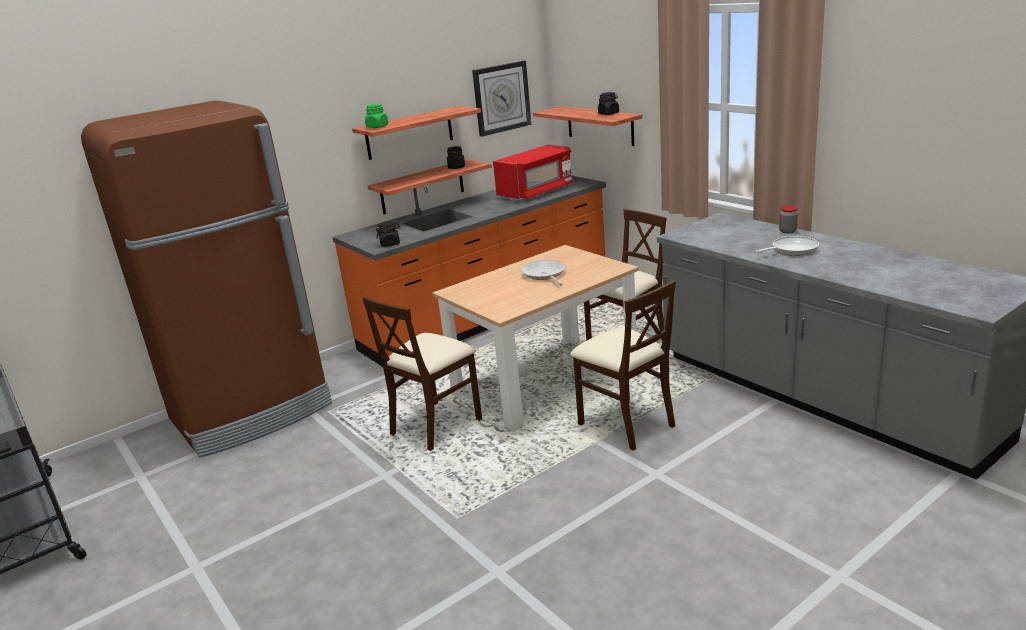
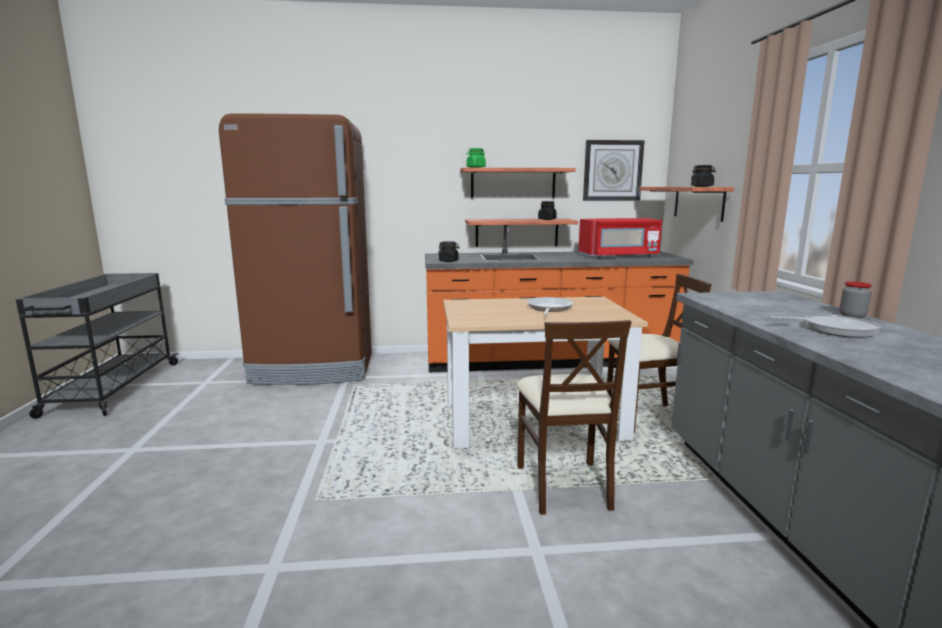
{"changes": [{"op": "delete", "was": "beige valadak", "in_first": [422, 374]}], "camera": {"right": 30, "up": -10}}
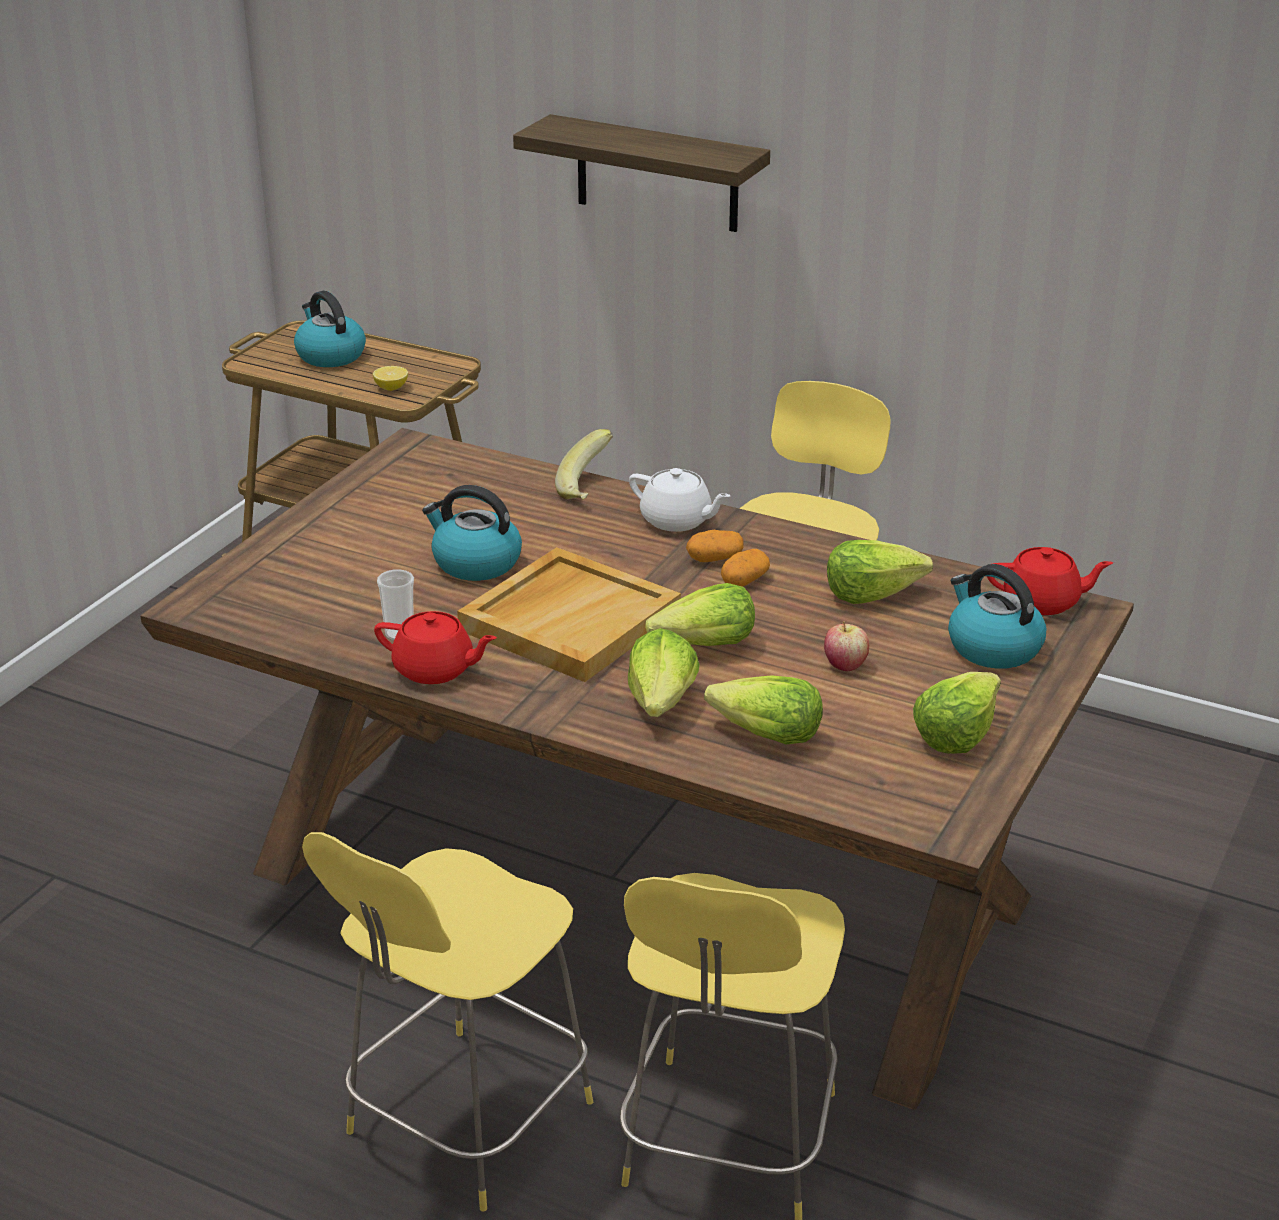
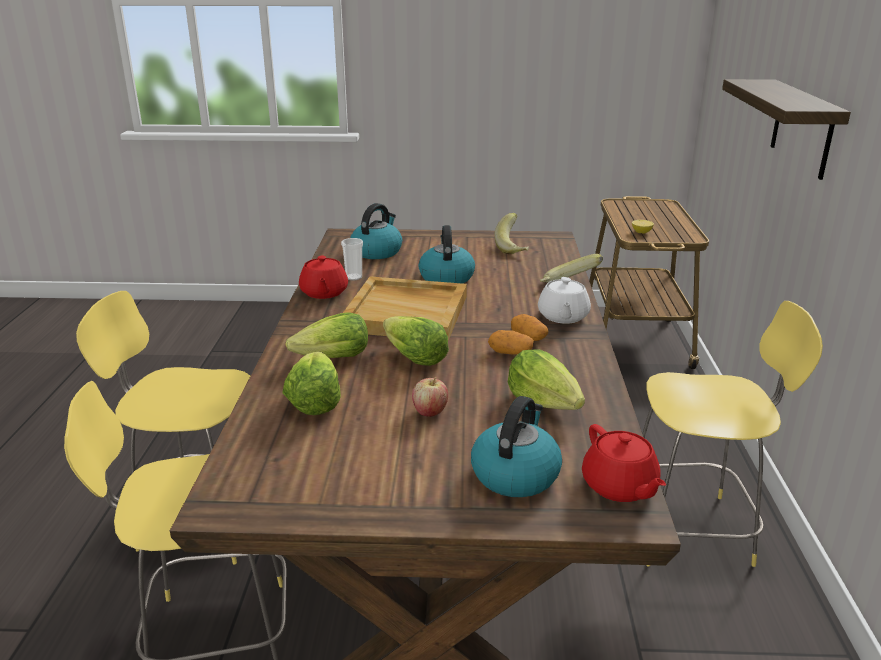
{"changes": [{"op": "delete", "was": "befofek", "in_first": [957, 713]}, {"op": "insert", "now": "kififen", "in_second": [511, 233]}, {"op": "move", "was": "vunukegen", "in_first": [330, 329], "in_second": [376, 231]}], "camera": {"right": 65, "up": -5}}
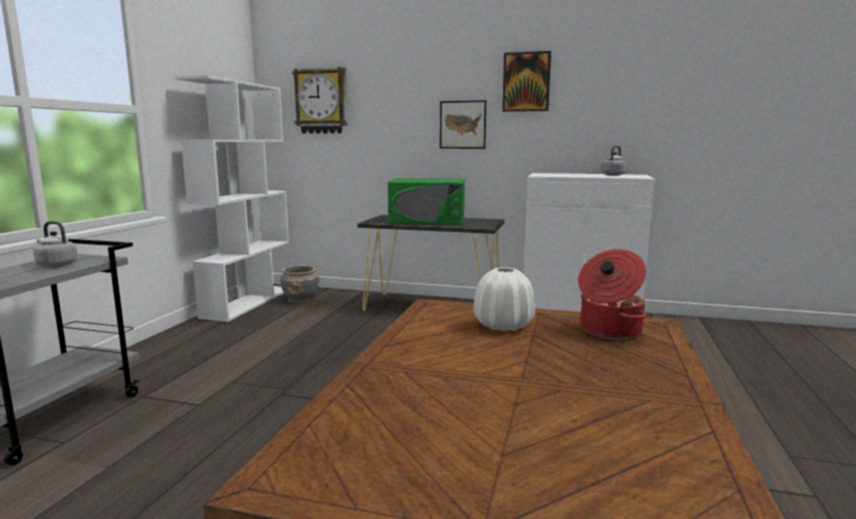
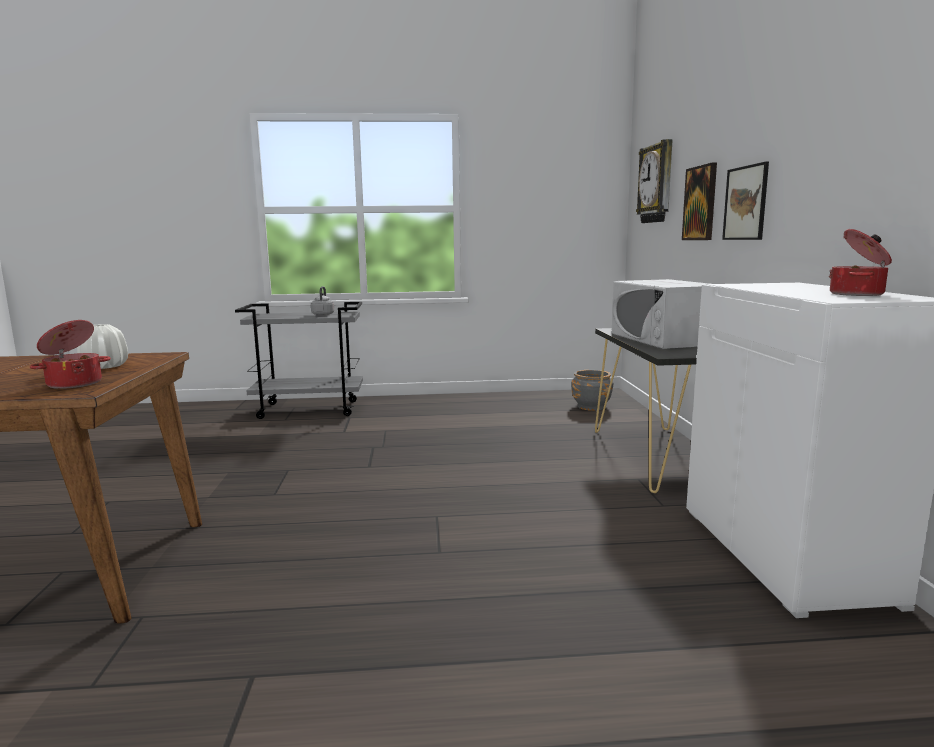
{"changes": [{"op": "delete", "was": "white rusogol", "in_first": [232, 198]}, {"op": "move", "was": "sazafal", "in_first": [526, 81], "in_second": [699, 201]}, {"op": "replace", "was": "grey vunukegen", "now": "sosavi", "in_first": [614, 160], "in_second": [860, 262]}, {"op": "recolor", "was": "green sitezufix", "now": "white sitezufix", "in_first": [426, 201], "in_second": [660, 314]}], "camera": {"right": 70, "up": 0}}
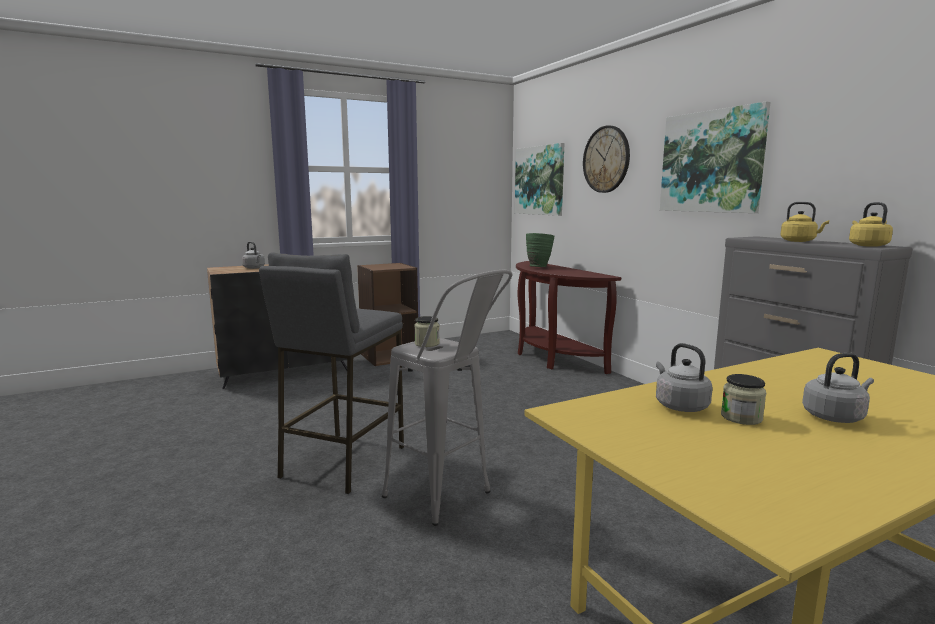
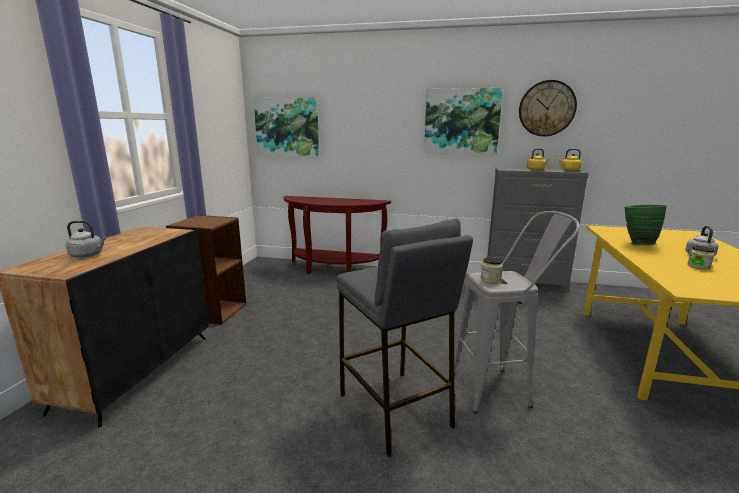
{"changes": [{"op": "delete", "was": "grey vunukegen", "in_first": [684, 377]}, {"op": "move", "was": "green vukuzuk", "in_first": [540, 250], "in_second": [645, 225]}, {"op": "move", "was": "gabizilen", "in_first": [606, 159], "in_second": [548, 108]}], "camera": {"right": -50, "up": 5}}
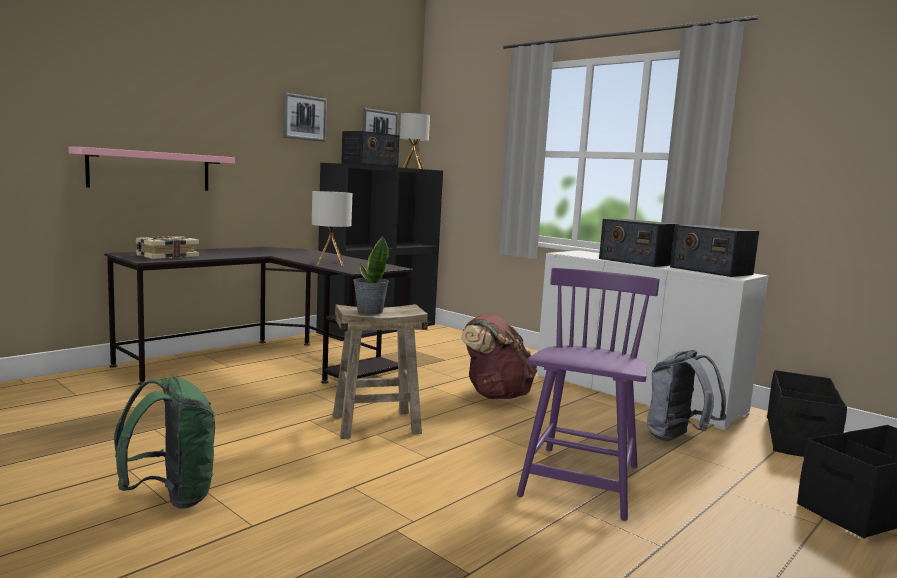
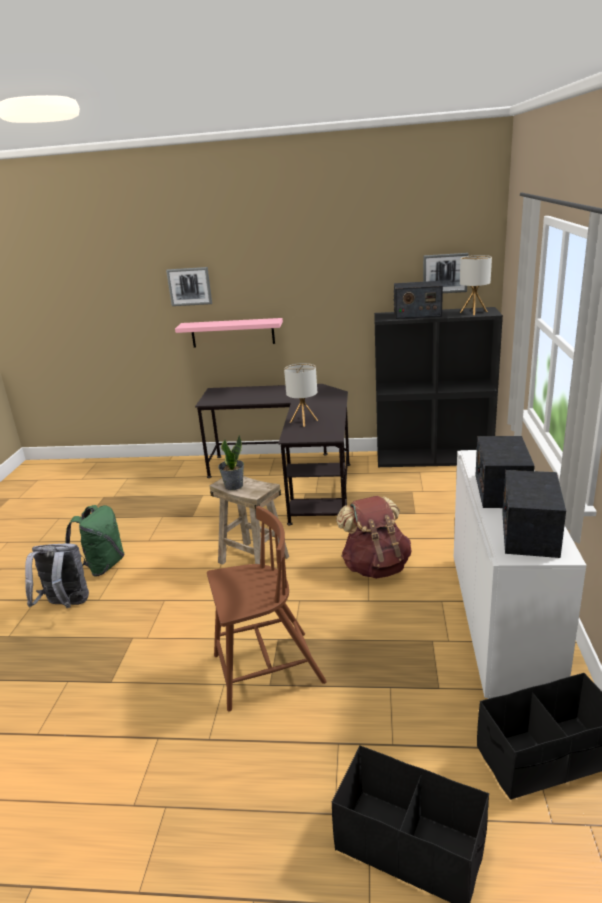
{"changes": [{"op": "delete", "was": "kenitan", "in_first": [167, 247]}, {"op": "move", "was": "sazafal", "in_first": [305, 117], "in_second": [189, 286]}, {"op": "move", "was": "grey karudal", "in_first": [686, 395], "in_second": [57, 575]}, {"op": "recolor", "was": "purple valadak", "now": "brown valadak", "in_first": [588, 394], "in_second": [267, 608]}], "camera": {"right": 55, "up": 15}}
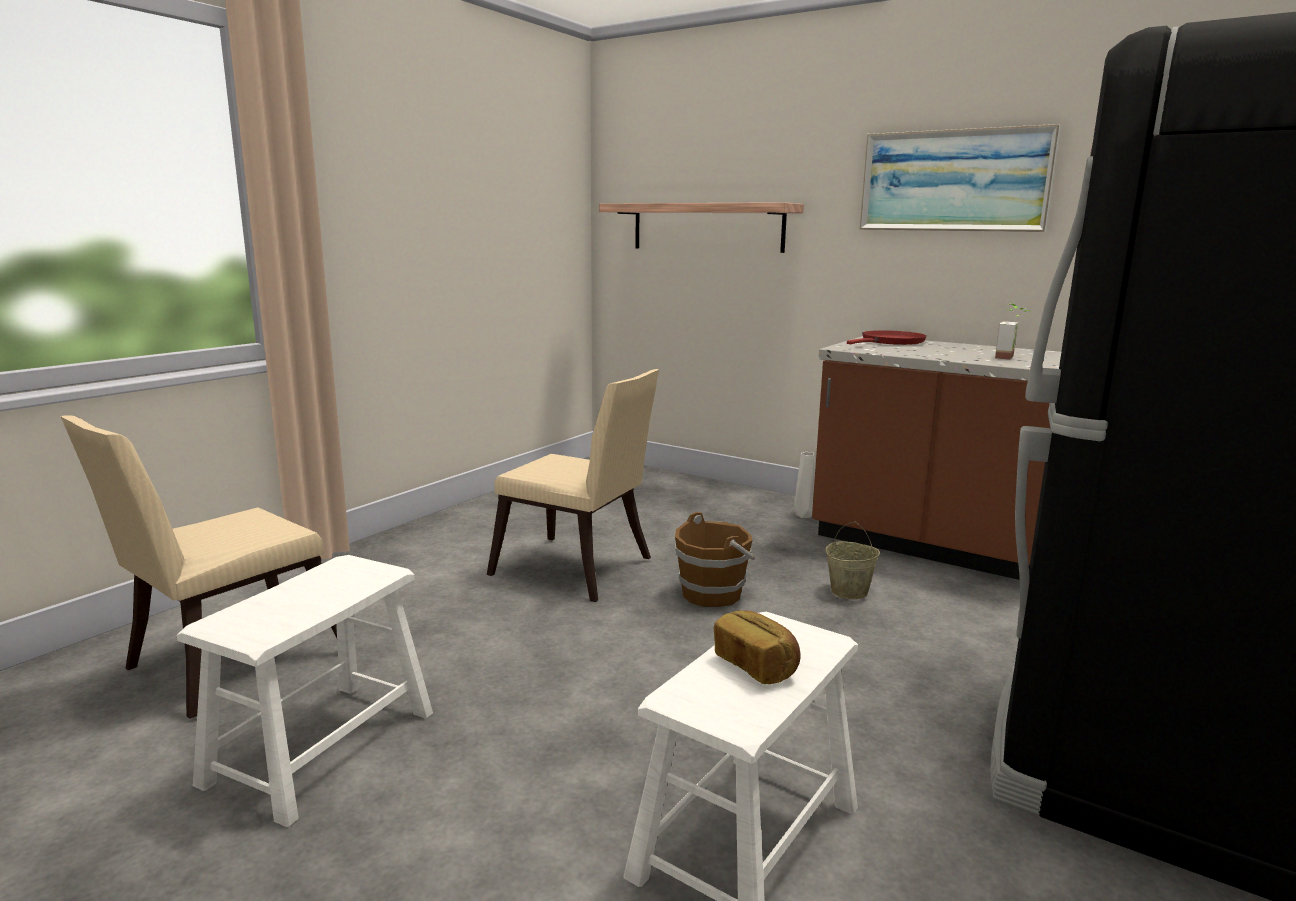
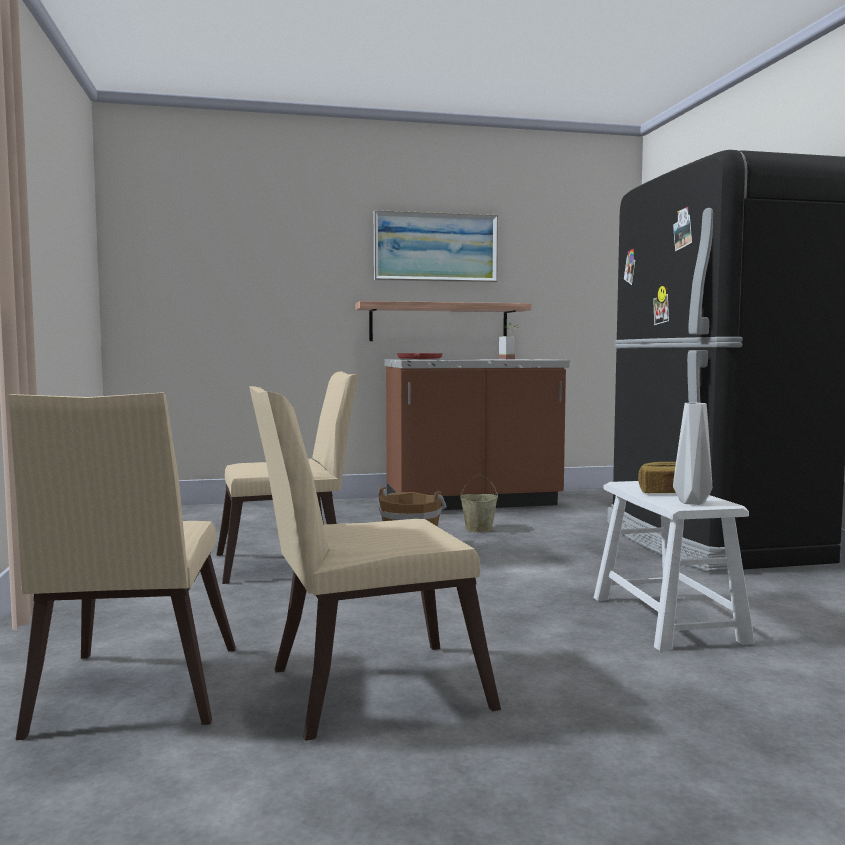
{"changes": [{"op": "move", "was": "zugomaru", "in_first": [701, 227], "in_second": [443, 321]}, {"op": "move", "was": "grey vukuzuk", "in_first": [804, 485], "in_second": [692, 454]}, {"op": "replace", "was": "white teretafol", "now": "beige valadak", "in_first": [305, 691], "in_second": [375, 563]}], "camera": {"right": -45, "up": -10}}
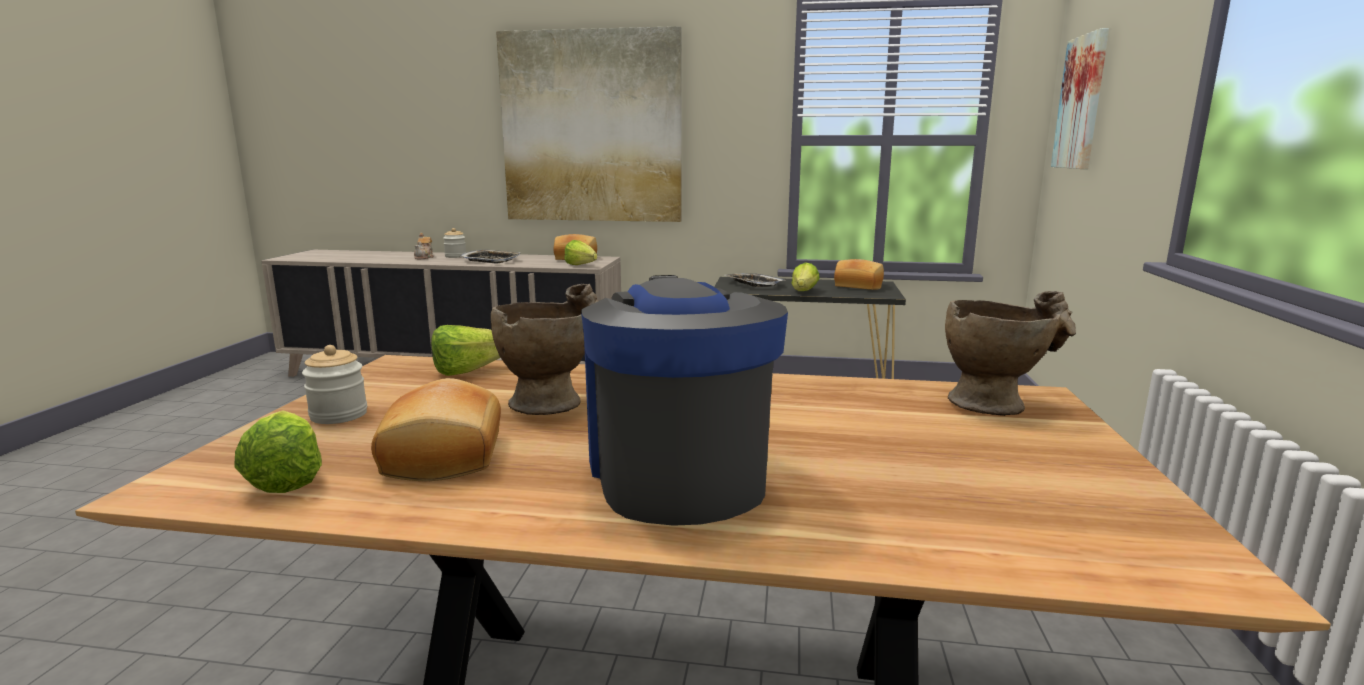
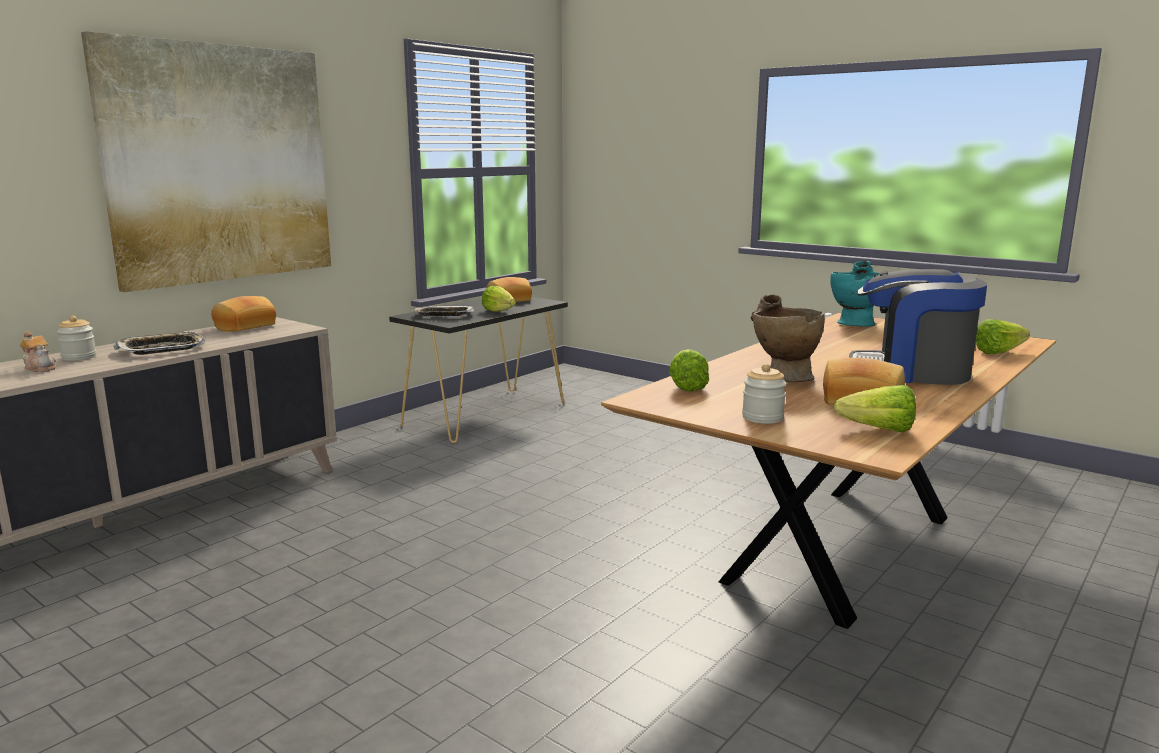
{"changes": [{"op": "delete", "was": "sazafal", "in_first": [1080, 98]}, {"op": "move", "was": "befofek", "in_first": [580, 252], "in_second": [1003, 336]}, {"op": "recolor", "was": "beige vukuzuk", "now": "turquoise vukuzuk", "in_first": [1010, 353], "in_second": [855, 294]}], "camera": {"right": -60, "up": 0}}
